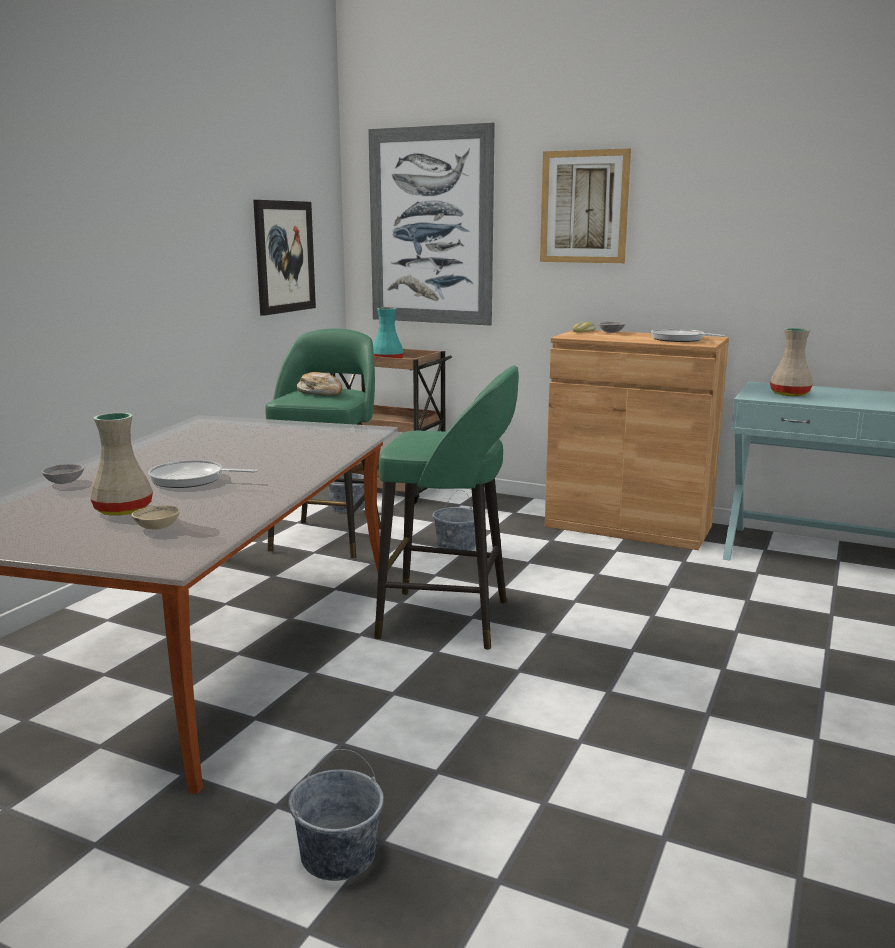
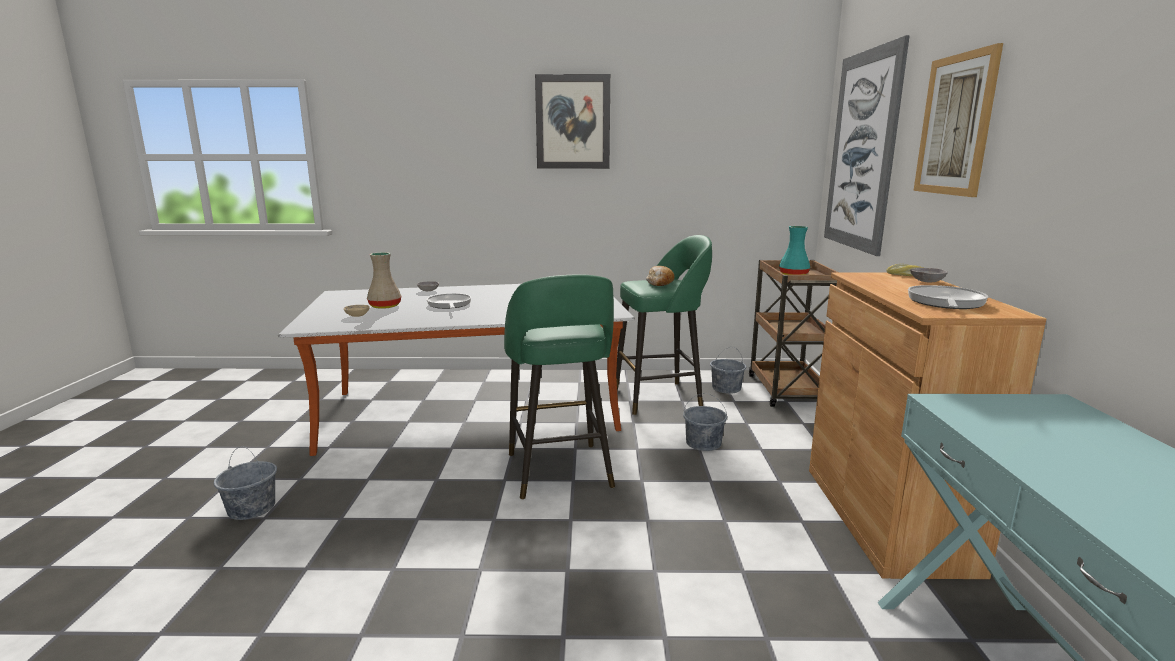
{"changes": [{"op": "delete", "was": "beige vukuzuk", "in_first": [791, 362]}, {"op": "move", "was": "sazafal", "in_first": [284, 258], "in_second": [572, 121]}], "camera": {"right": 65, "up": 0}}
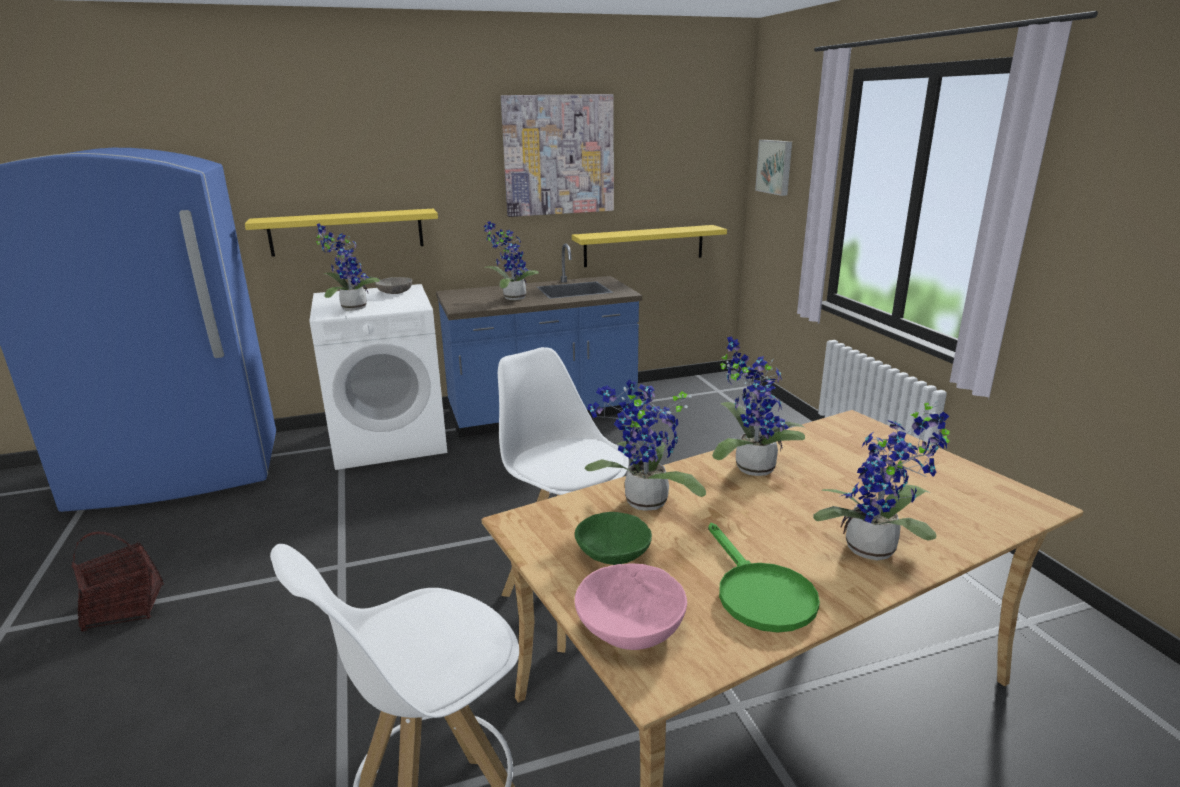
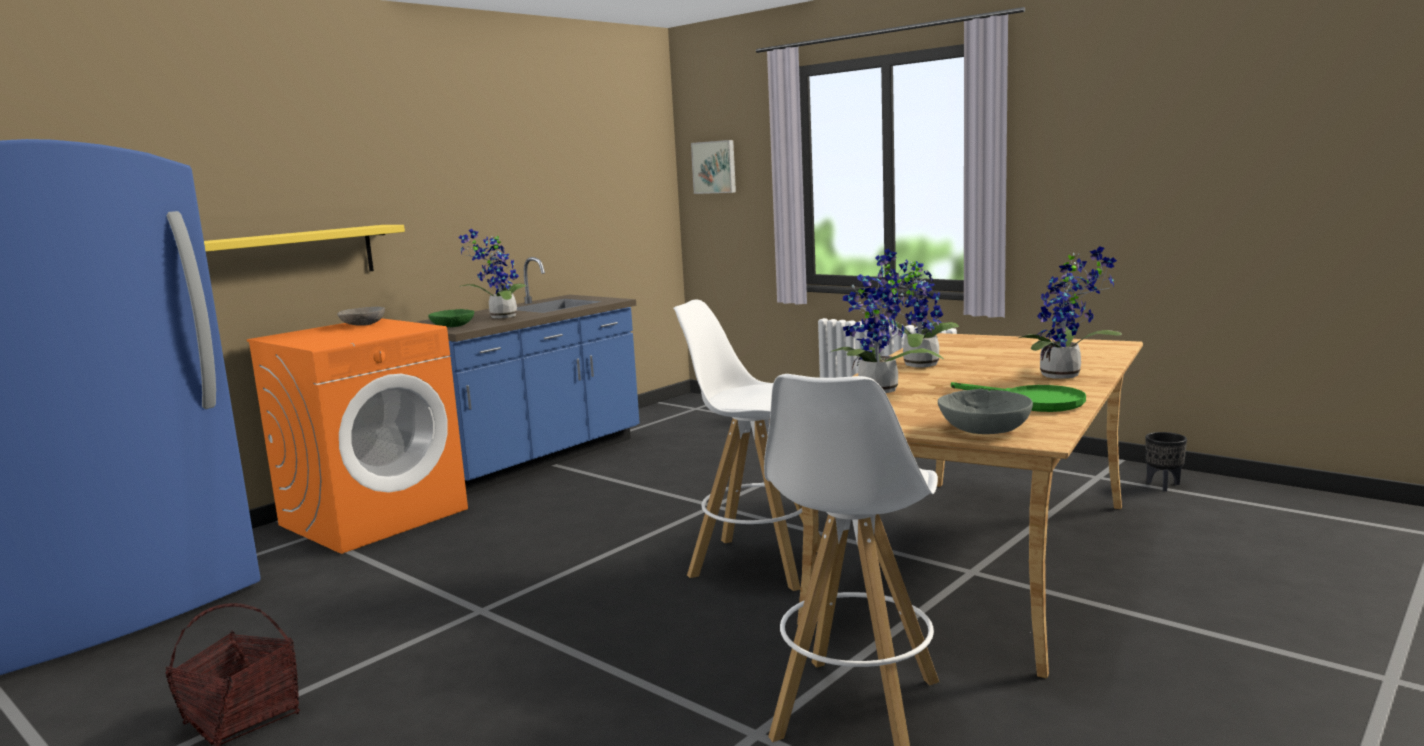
{"changes": [{"op": "delete", "was": "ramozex", "in_first": [348, 267]}, {"op": "delete", "was": "sazafal", "in_first": [557, 155]}, {"op": "delete", "was": "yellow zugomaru", "in_first": [649, 246]}, {"op": "insert", "now": "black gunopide", "in_second": [1166, 461]}, {"op": "move", "was": "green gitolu", "in_first": [613, 538], "in_second": [451, 318]}, {"op": "recolor", "was": "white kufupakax", "now": "orange kufupakax", "in_first": [378, 377], "in_second": [357, 436]}, {"op": "recolor", "was": "pink gitolu", "now": "grey gitolu", "in_first": [631, 606], "in_second": [985, 411]}], "camera": {"right": -30, "up": -10}}
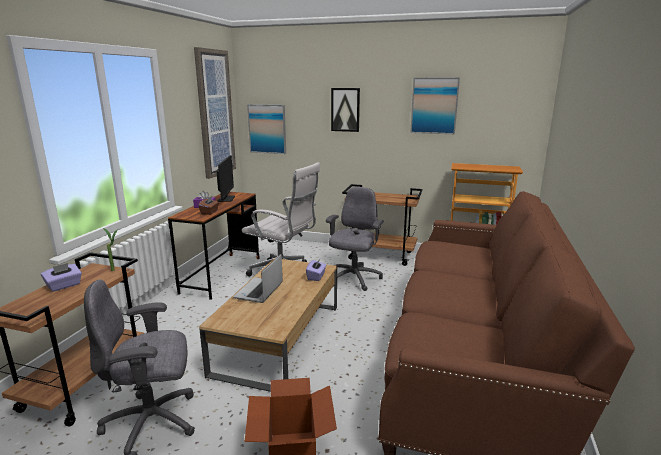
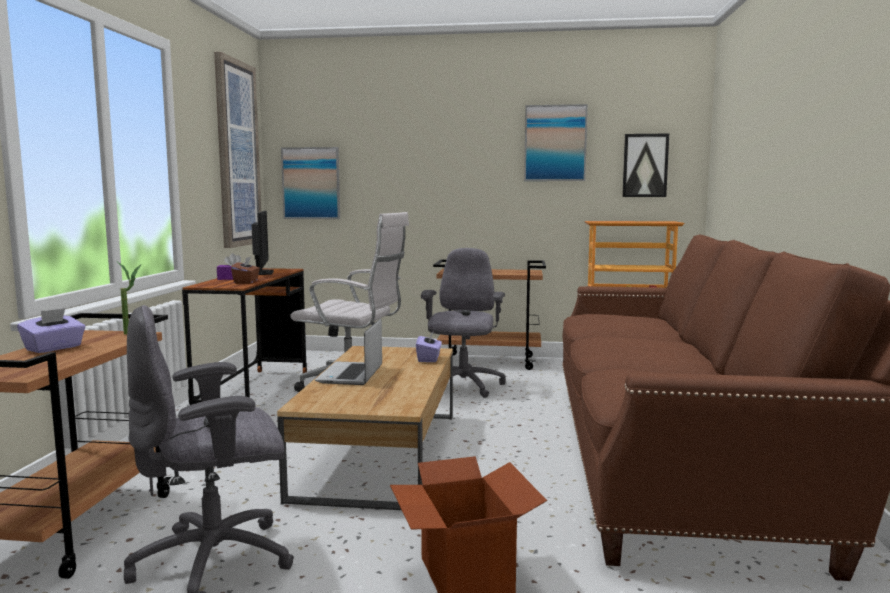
{"changes": [{"op": "move", "was": "sazafal", "in_first": [345, 110], "in_second": [645, 165]}], "camera": {"right": -10, "up": -10}}
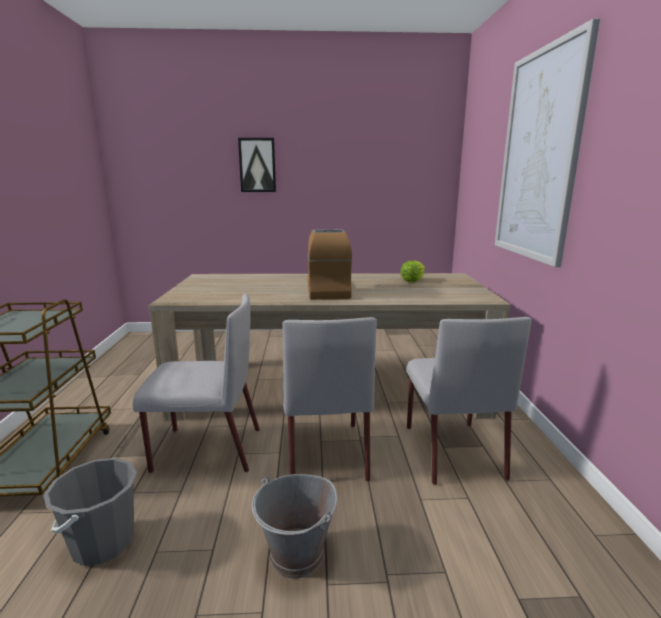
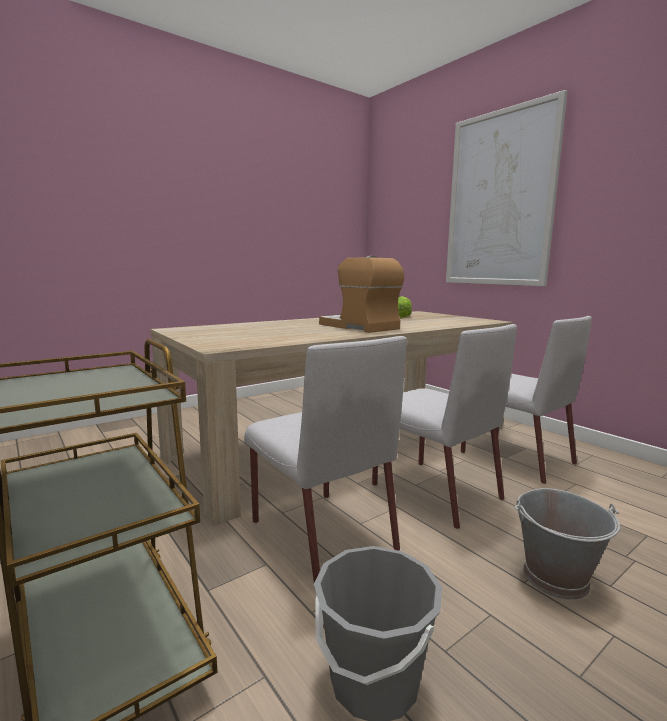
{"changes": [{"op": "delete", "was": "sazafal", "in_first": [257, 165]}, {"op": "rotate", "was": "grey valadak", "in_first": [196, 383], "in_second": [325, 462], "clockwise": 90}], "camera": {"right": -35, "up": -5}}
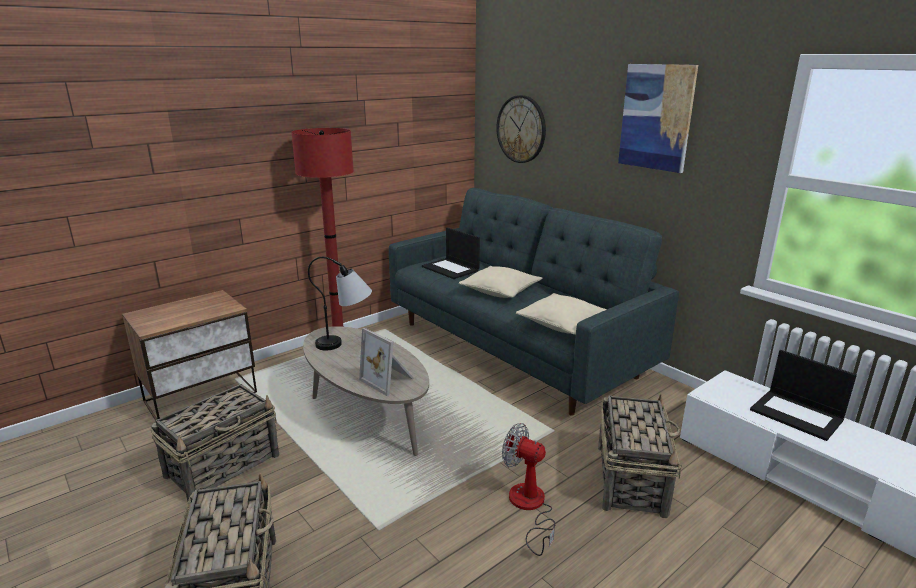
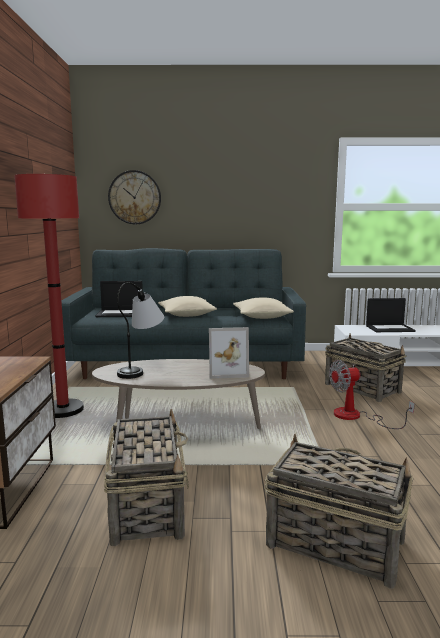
{"changes": [{"op": "delete", "was": "sazafal", "in_first": [658, 118]}], "camera": {"right": -50, "up": -10}}
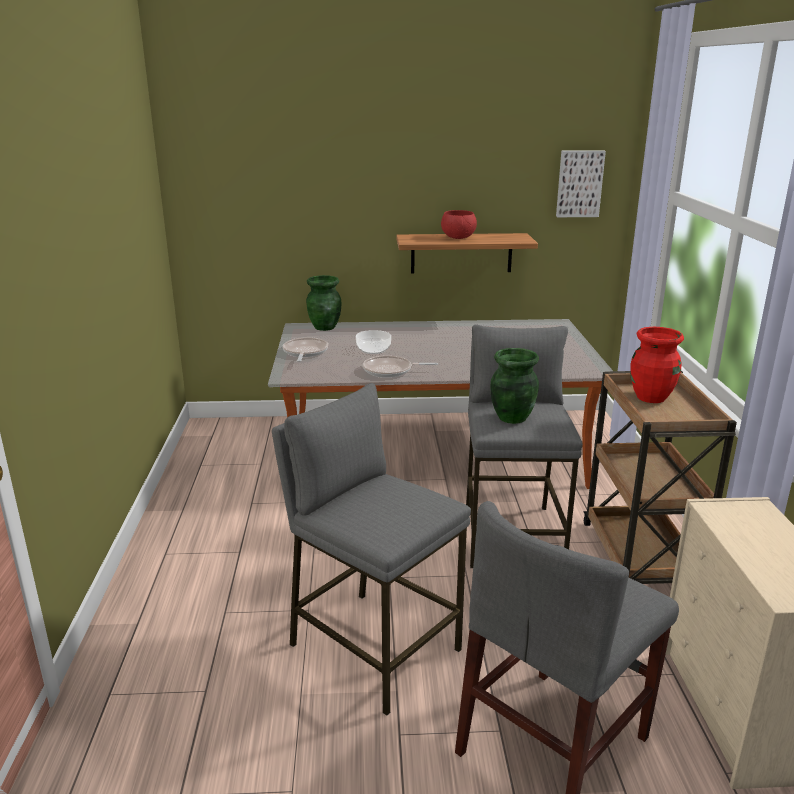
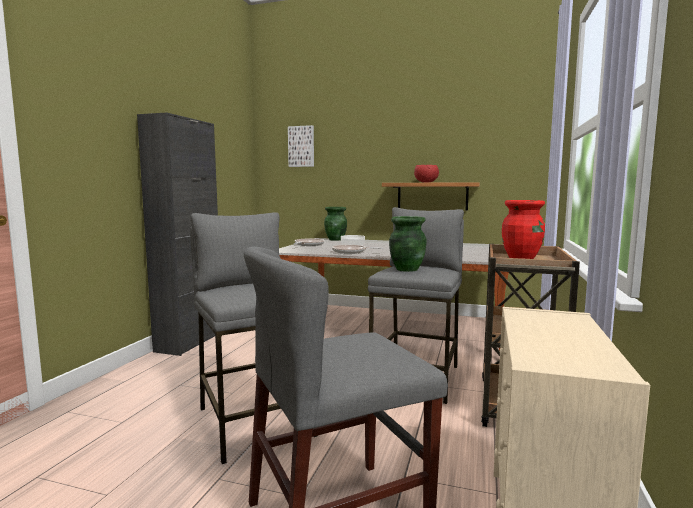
{"changes": [{"op": "insert", "now": "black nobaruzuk", "in_second": [177, 234]}, {"op": "move", "was": "sazafal", "in_first": [581, 183], "in_second": [301, 146]}], "camera": {"right": 20, "up": -15}}
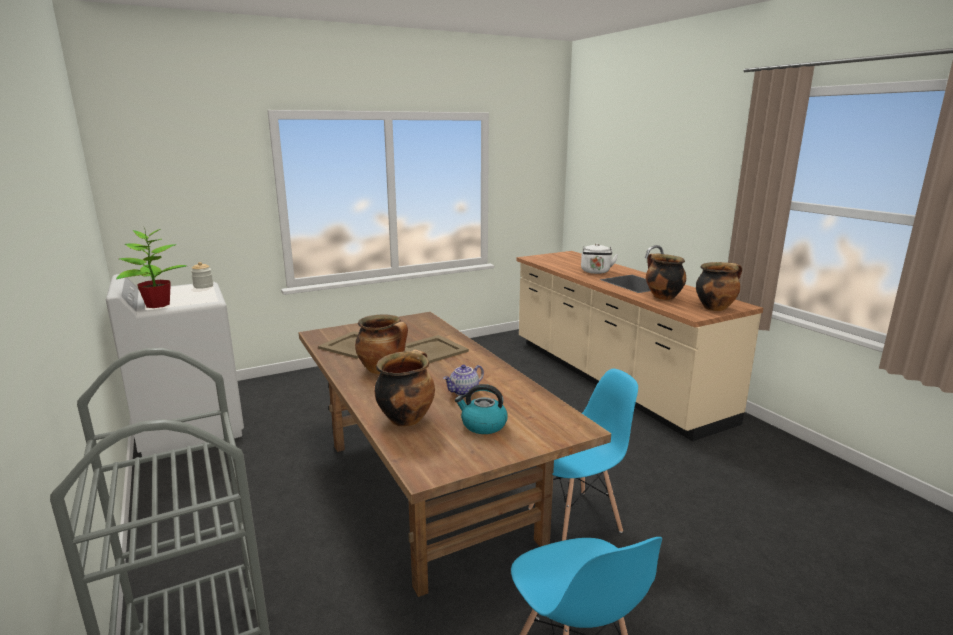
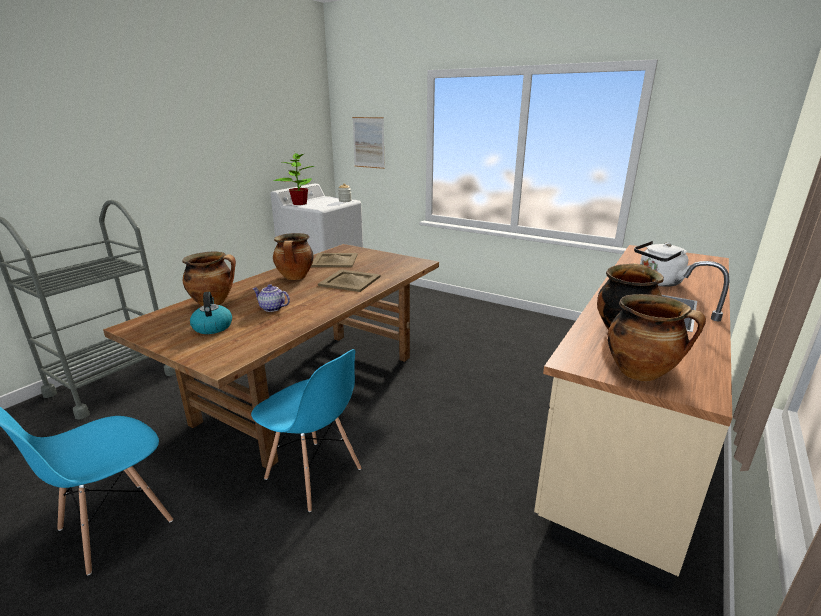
{"changes": [{"op": "insert", "now": "sazafal", "in_second": [368, 143]}], "camera": {"right": 60, "up": 5}}
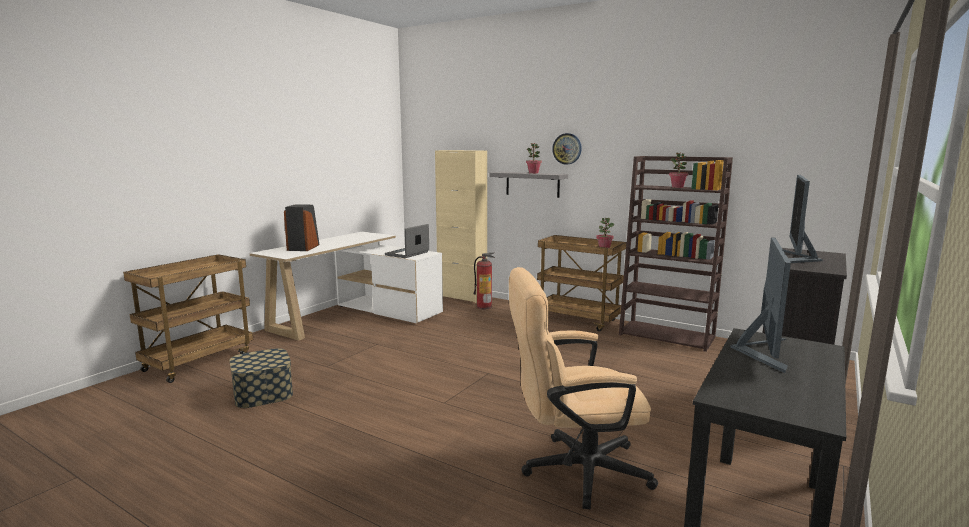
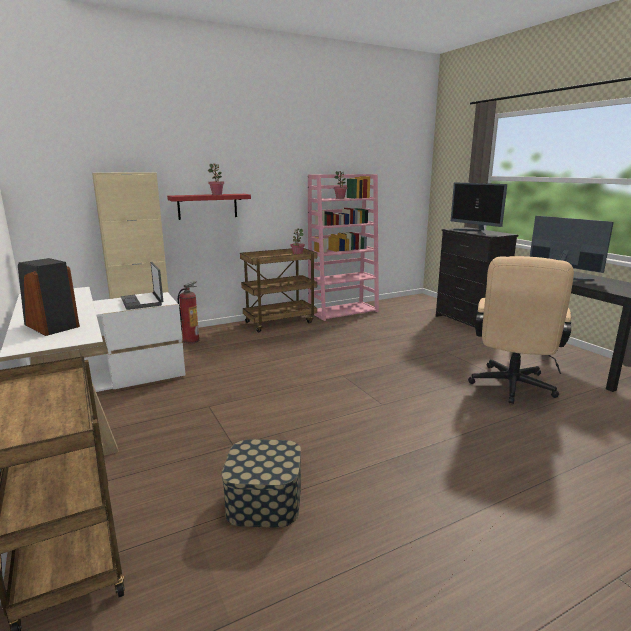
{"changes": [{"op": "delete", "was": "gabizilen", "in_first": [567, 149]}, {"op": "recolor", "was": "grey zugomaru", "now": "red zugomaru", "in_first": [528, 185], "in_second": [209, 207]}, {"op": "recolor", "was": "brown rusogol", "now": "pink rusogol", "in_first": [676, 254], "in_second": [343, 247]}], "camera": {"right": -60, "up": 5}}
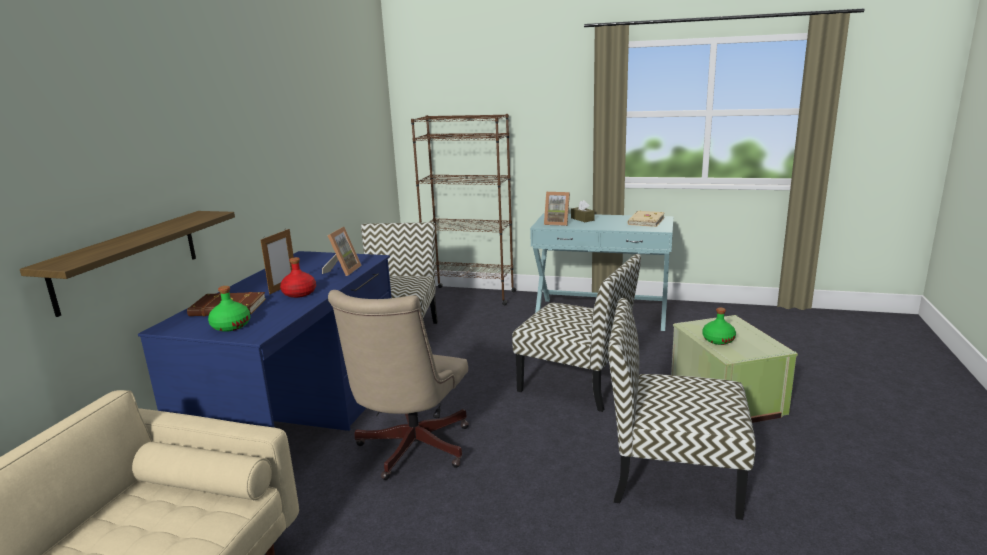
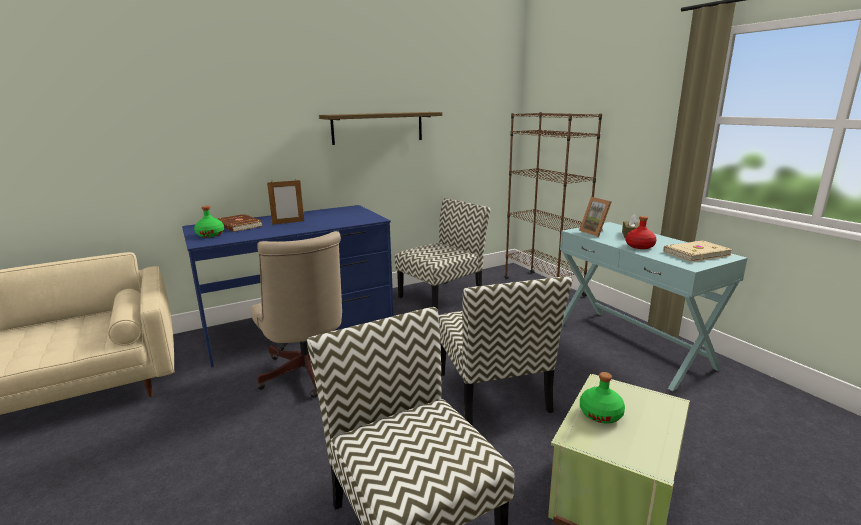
{"changes": [{"op": "delete", "was": "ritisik", "in_first": [342, 251]}, {"op": "move", "was": "zugomaru", "in_first": [127, 264], "in_second": [380, 128]}, {"op": "move", "was": "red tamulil", "in_first": [298, 277], "in_second": [641, 232]}, {"op": "rotate", "was": "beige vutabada", "in_first": [398, 385], "in_second": [296, 314], "clockwise": -90}], "camera": {"right": 45, "up": 0}}
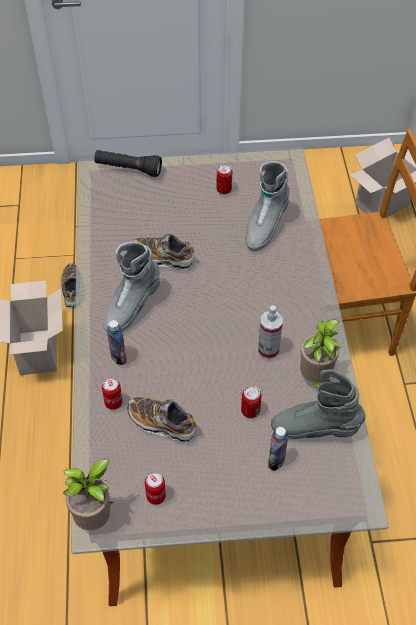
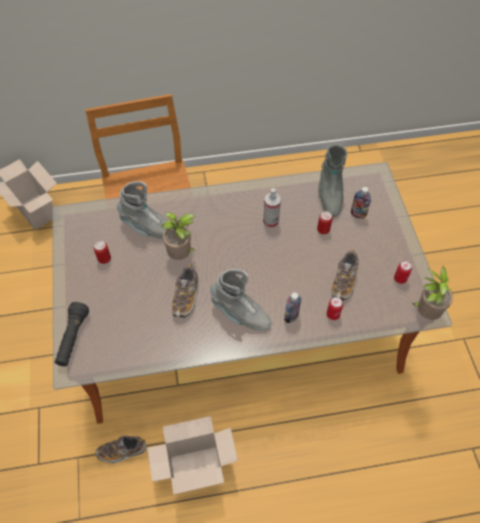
{"changes": [{"op": "move", "was": "ramozex", "in_first": [320, 353], "in_second": [178, 236]}], "camera": {"right": -95, "up": 5}}
